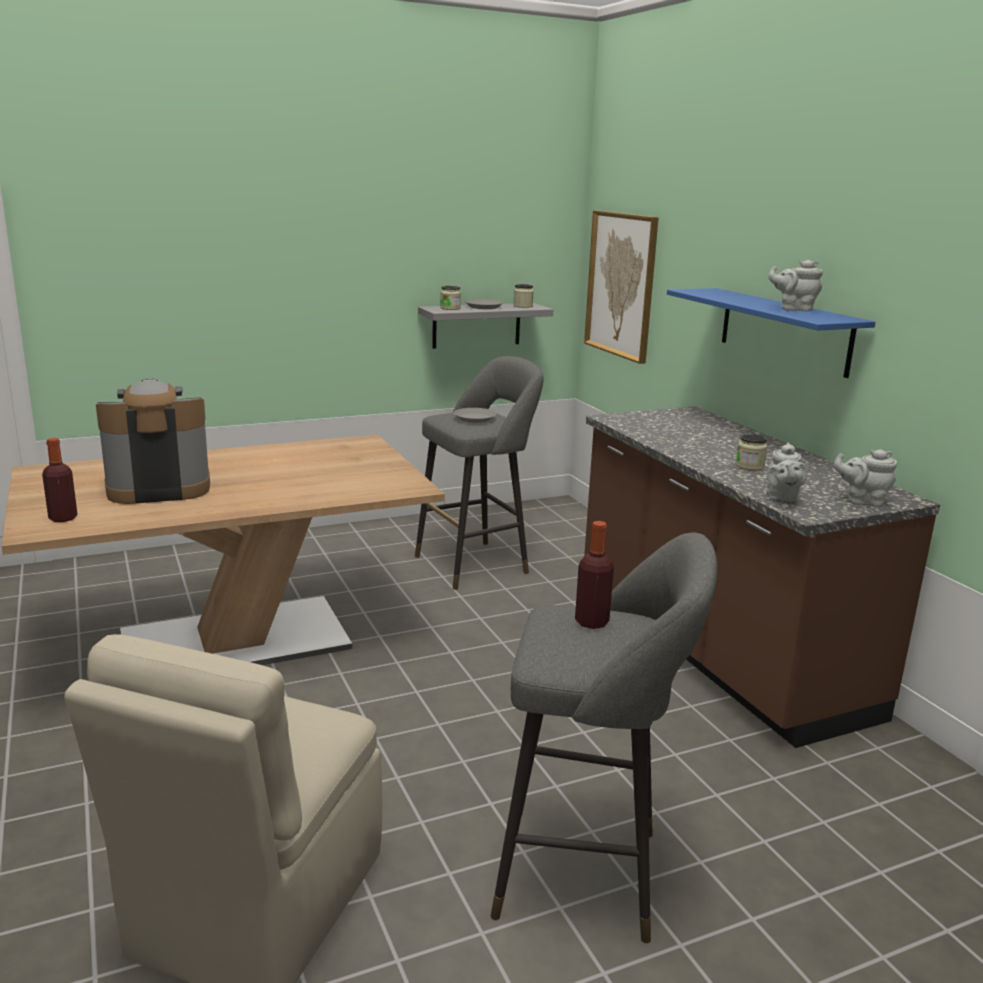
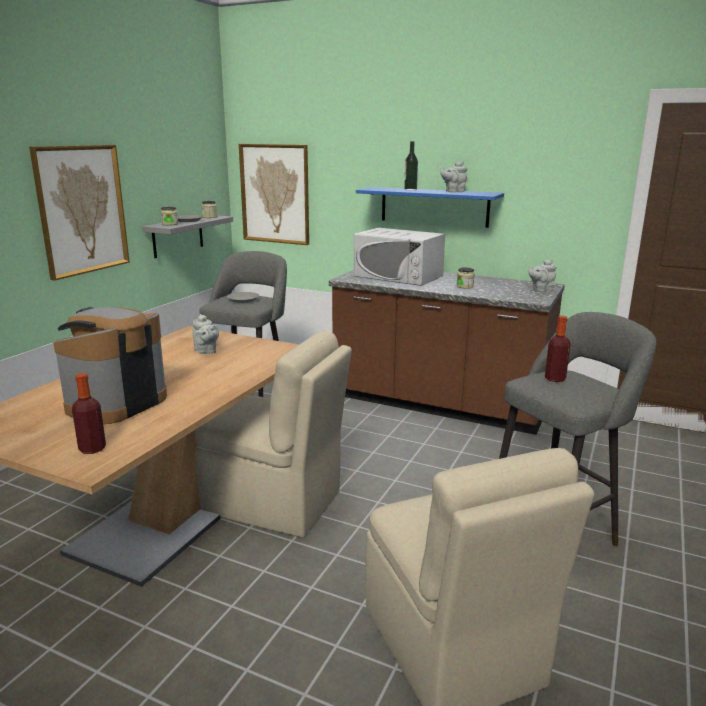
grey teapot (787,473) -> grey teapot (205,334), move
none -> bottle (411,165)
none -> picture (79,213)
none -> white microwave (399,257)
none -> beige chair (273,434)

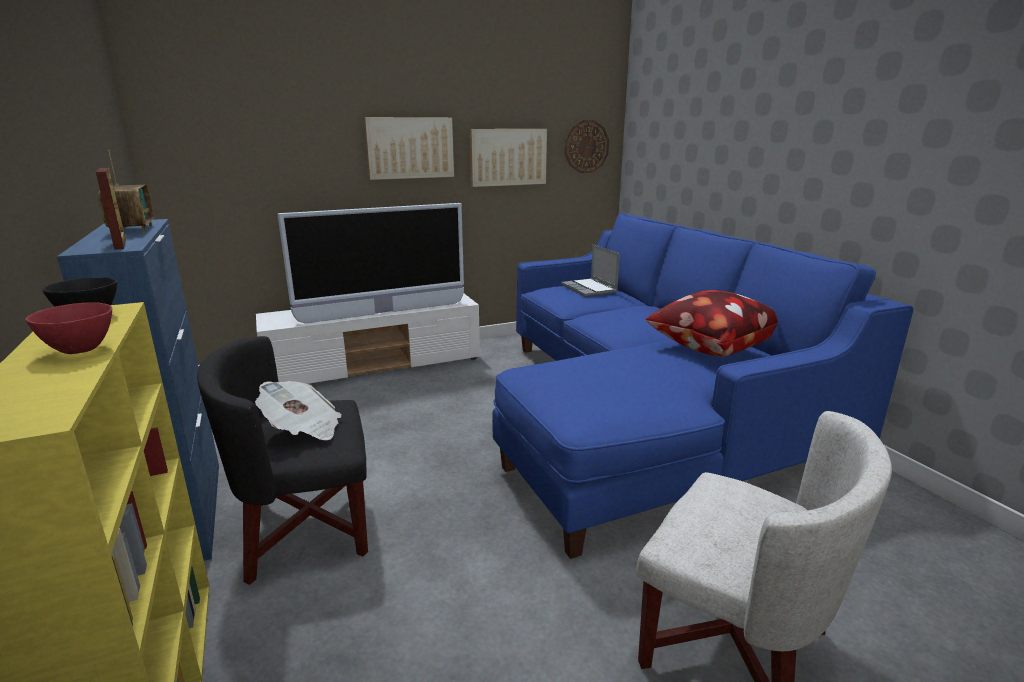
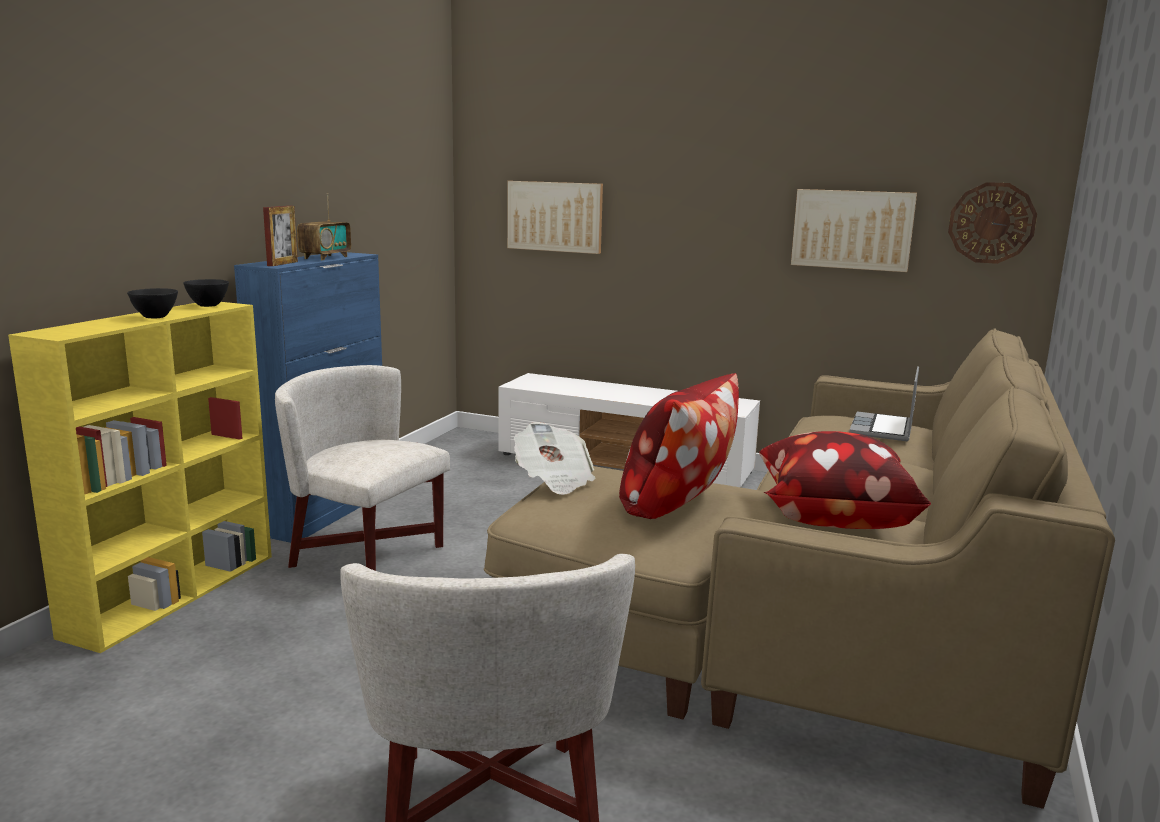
picture (409,148) -> picture (555,217), move
television (370,263) -> none
blue sofa (702,386) -> beige sofa (799,568)
red bowl (68,328) -> black bowl (152,303)
black armchair (282,460) -> white armchair (362,468)
newspaper (298,410) -> newspaper (555,458), move
none -> pillow (679,446)

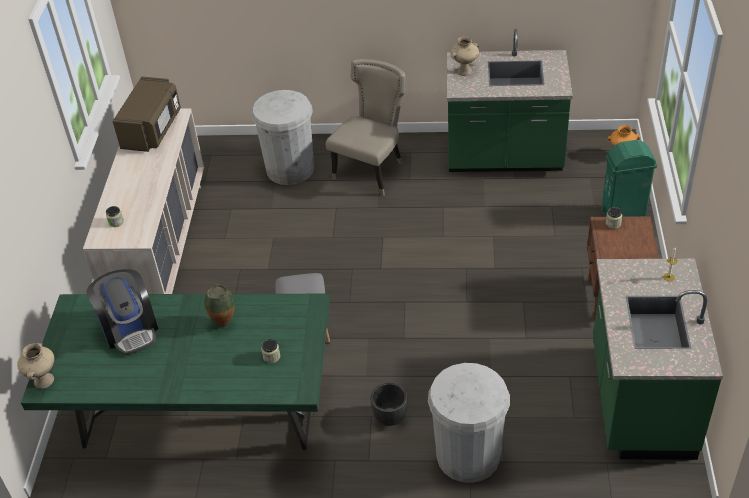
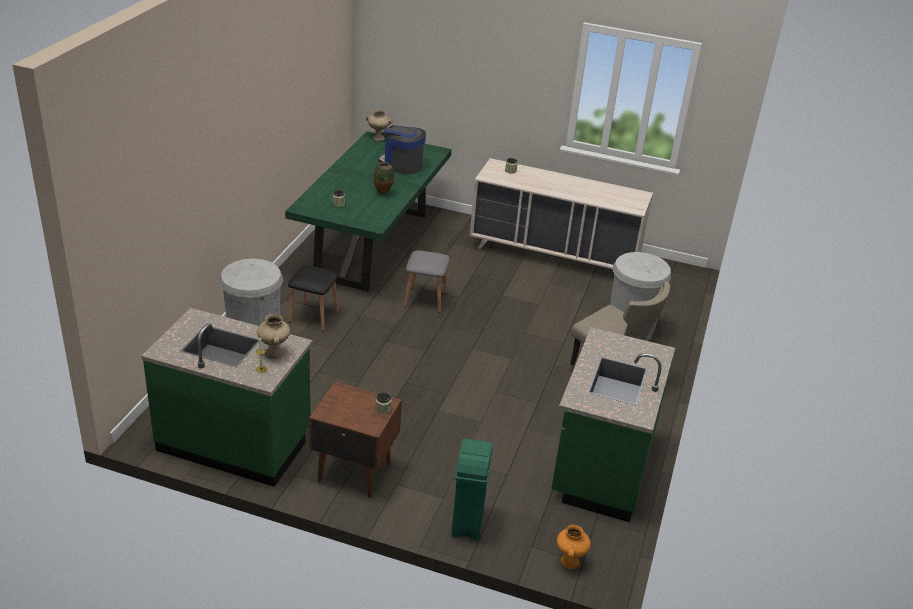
beige vase (465,56) -> beige vase (273,336), move
brown microwave (147,114) -> none
coffee machine (122,312) -> coffee machine (402,150), 45 degrees clockwise
black planter (389,404) -> black stool (313,298)

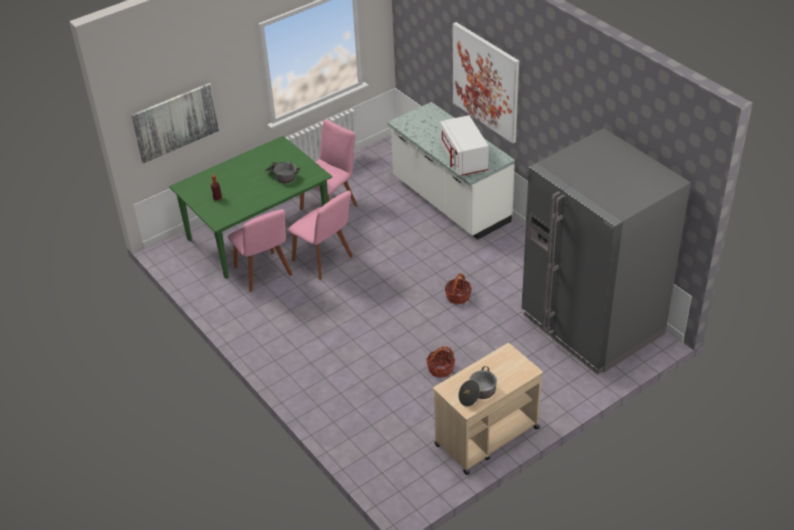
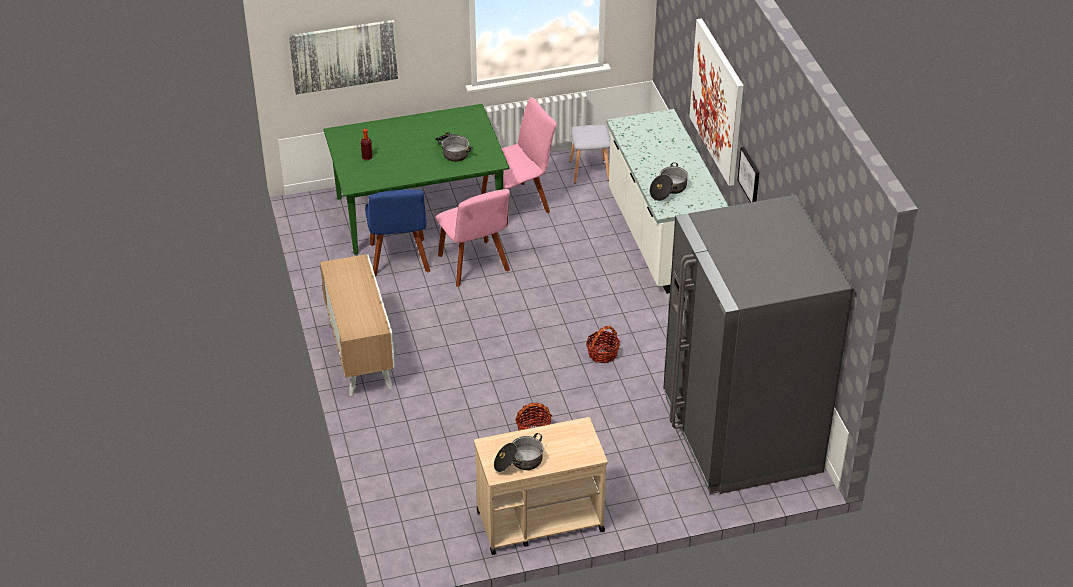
white microwave (464,145) -> cooking pot (669,182)
pink chair (260,250) -> blue chair (397,233)
none -> grey stool (589,154)
none -> picture (748,175)
none -> cabinet (357,325)

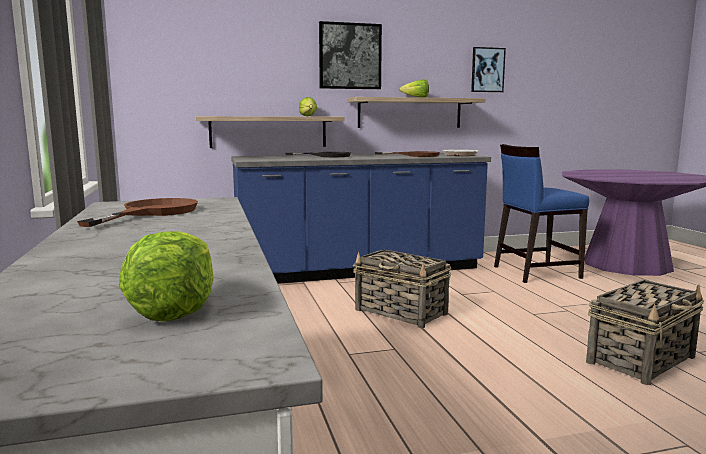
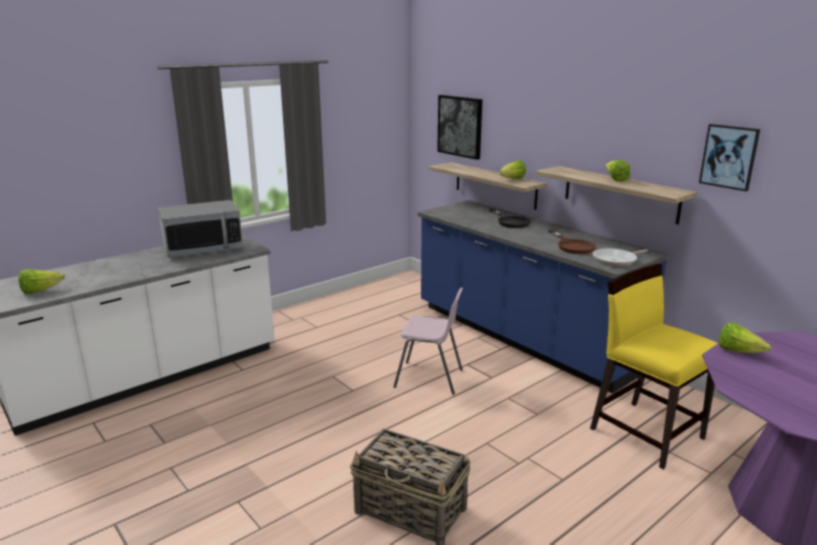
picture (350,55) -> picture (459,127), move
blue chair (541,213) -> yellow chair (654,366)
brown frying pan (137,212) -> microwave (200,229)
basket (402,288) -> pink chair (428,341)
none -> lettuce (745,338)

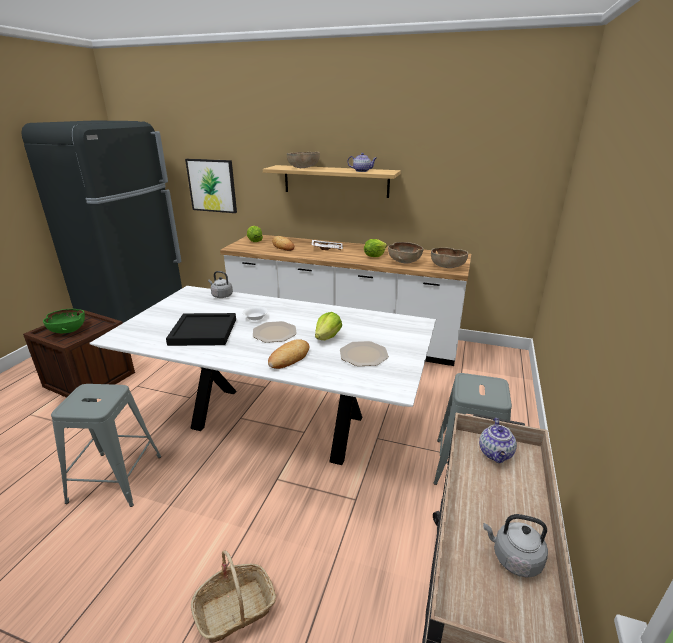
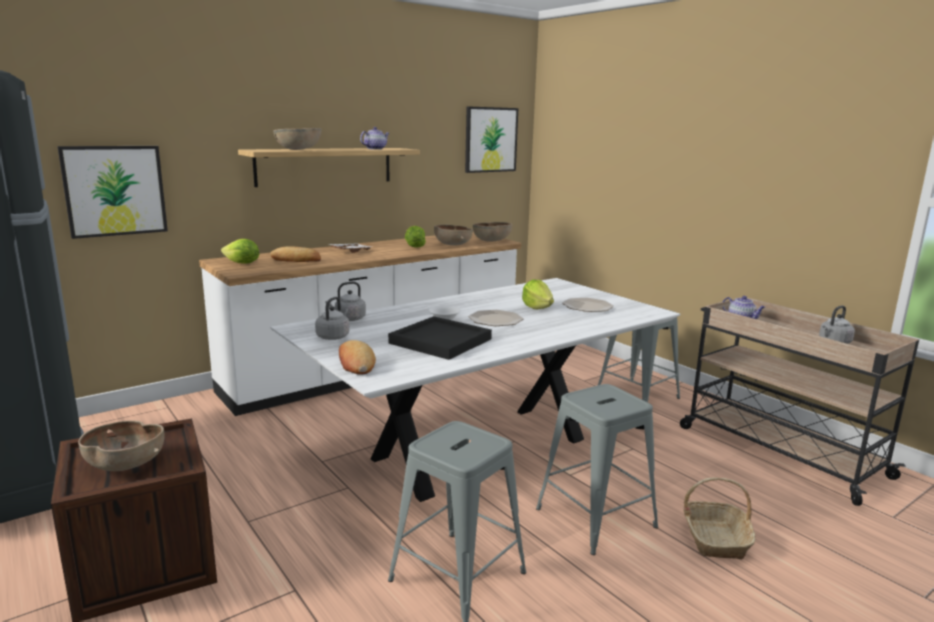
green bowl (64,321) -> brown bowl (121,445)
bread (289,354) -> bread (357,357), move
none -> picture (491,139)
none -> grey kettle (332,318)
none -> grey stool (597,469)

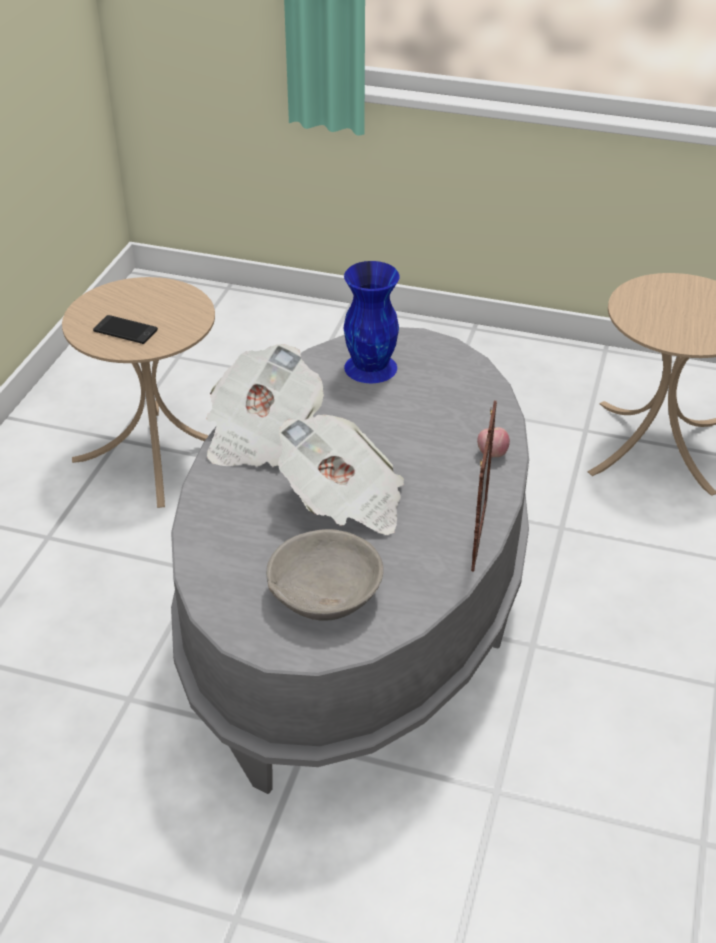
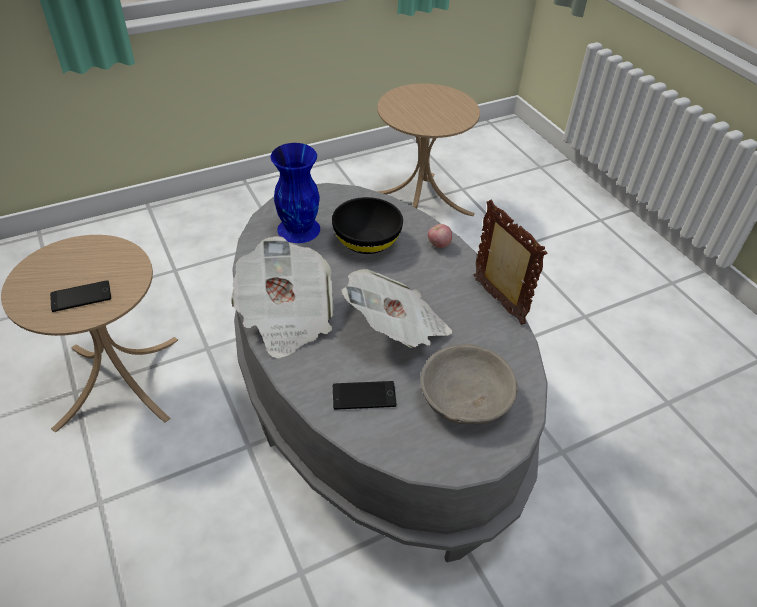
none -> black bowl (367,225)
none -> phone (364,395)

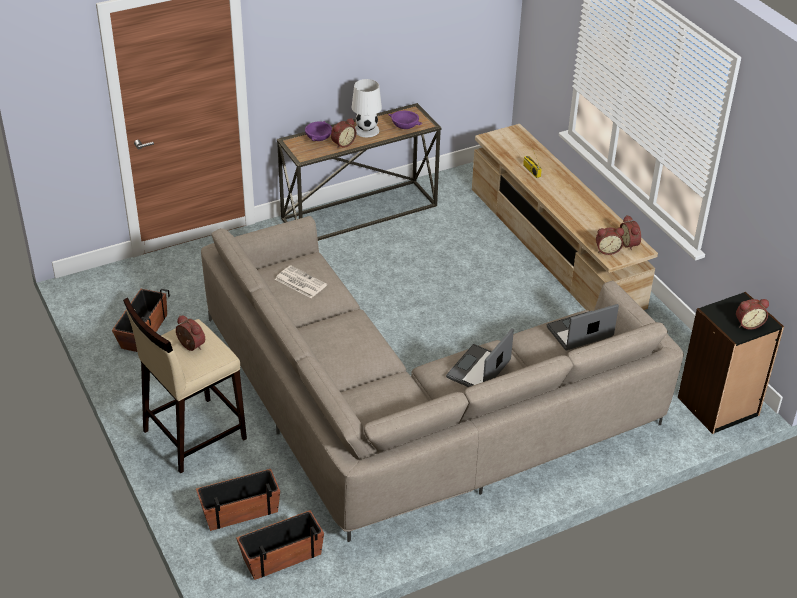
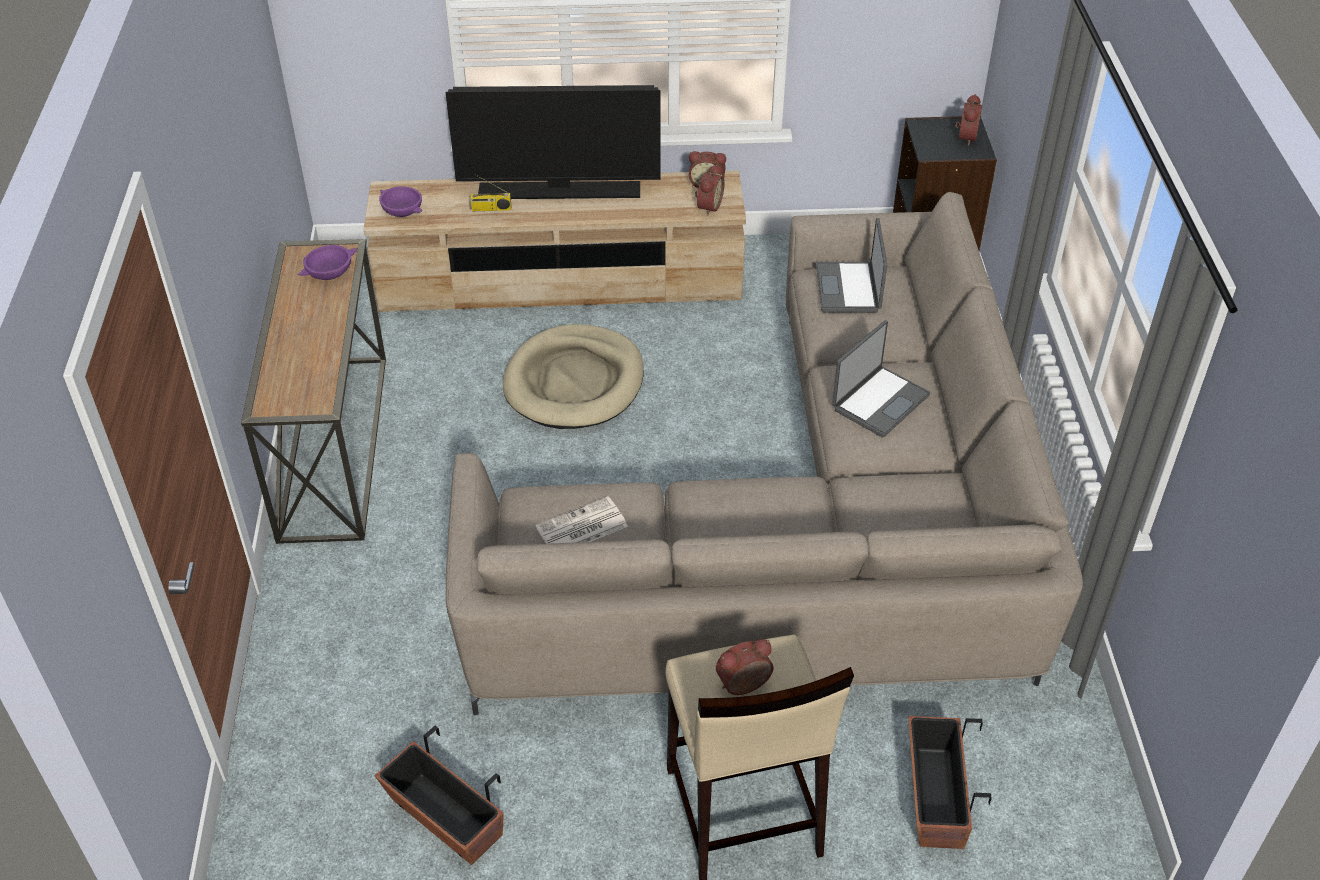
white table lamp (367,108) -> none
alarm clock (343,133) -> none
purple bowl (318,131) -> purple bowl (400,201), move
laptop (480,357) -> laptop (881,379), 105 degrees counterclockwise
planter (280,545) -> none
none -> television (552,142)
none -> beige dog bed (573,376)

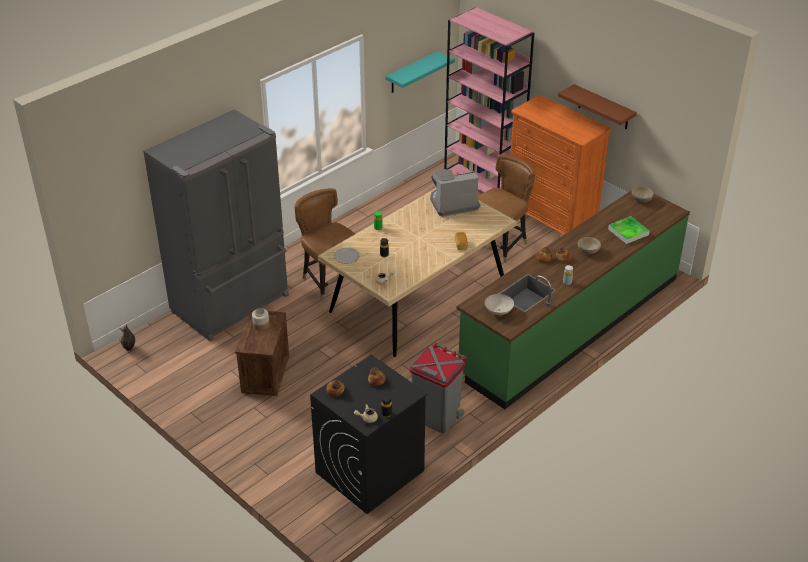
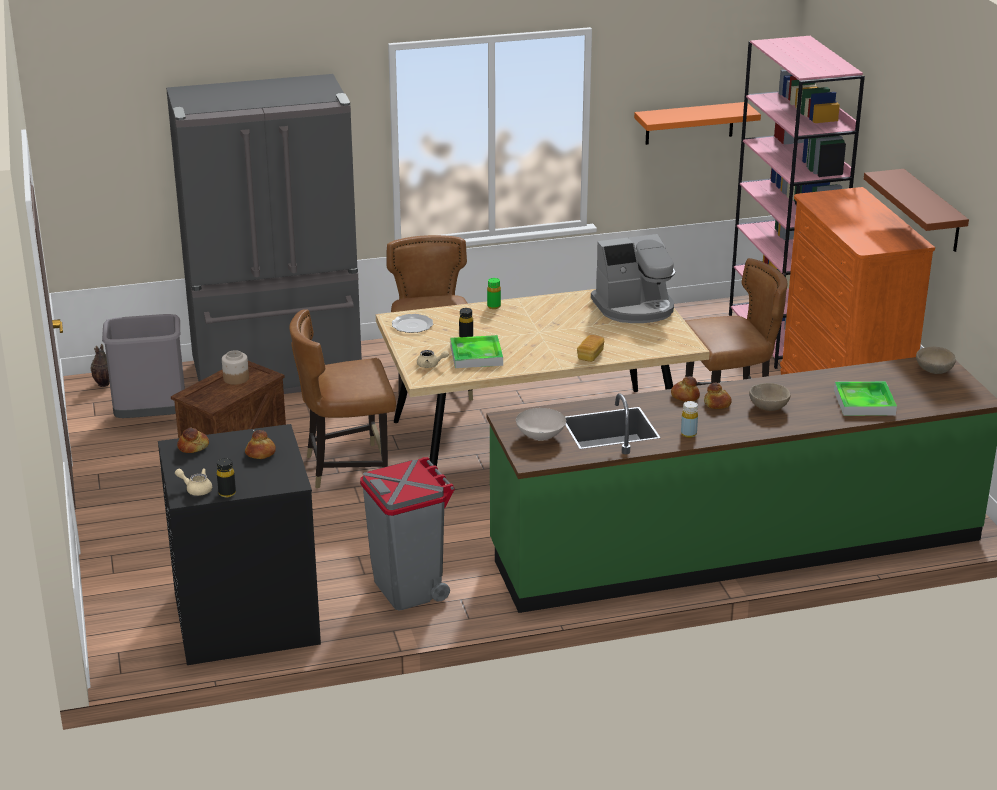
turquoise shelf (420,72) -> orange shelf (697,123)
coffee machine (455,193) -> coffee machine (633,278), 150 degrees clockwise
none -> brown chair (342,398)
none -> grey trash can (143,366)
none -> tray (476,351)

